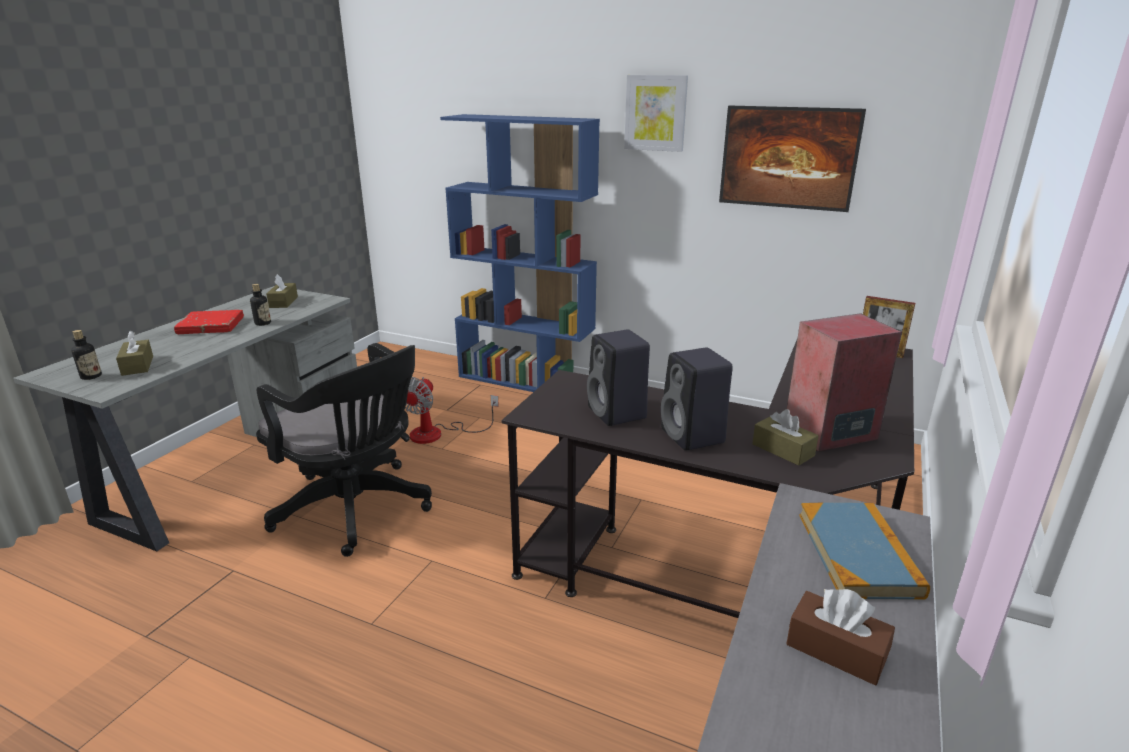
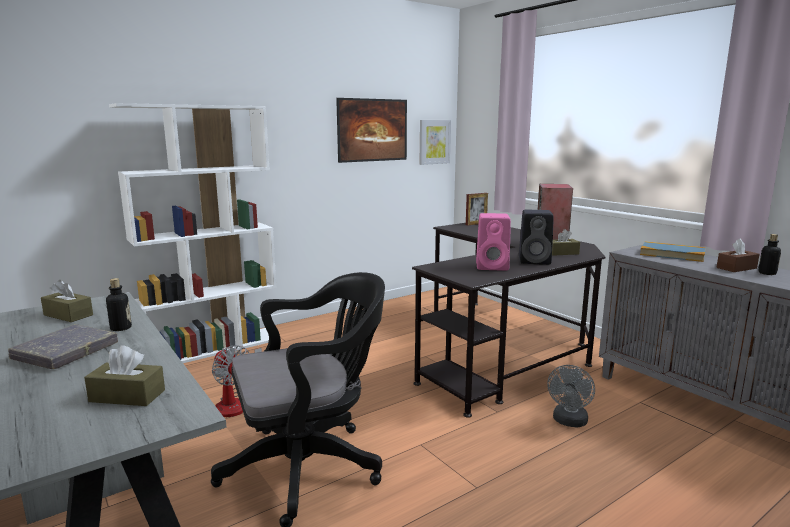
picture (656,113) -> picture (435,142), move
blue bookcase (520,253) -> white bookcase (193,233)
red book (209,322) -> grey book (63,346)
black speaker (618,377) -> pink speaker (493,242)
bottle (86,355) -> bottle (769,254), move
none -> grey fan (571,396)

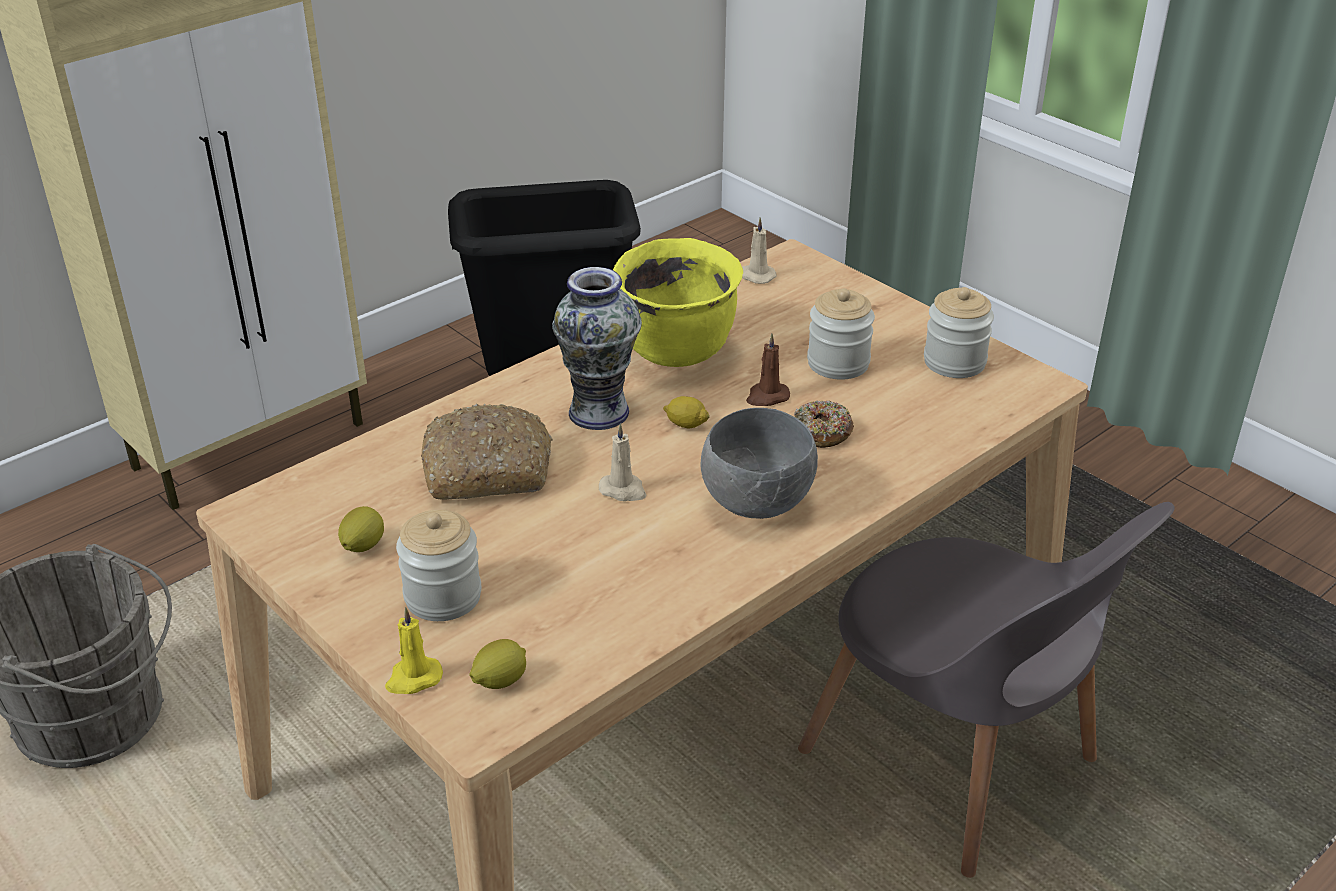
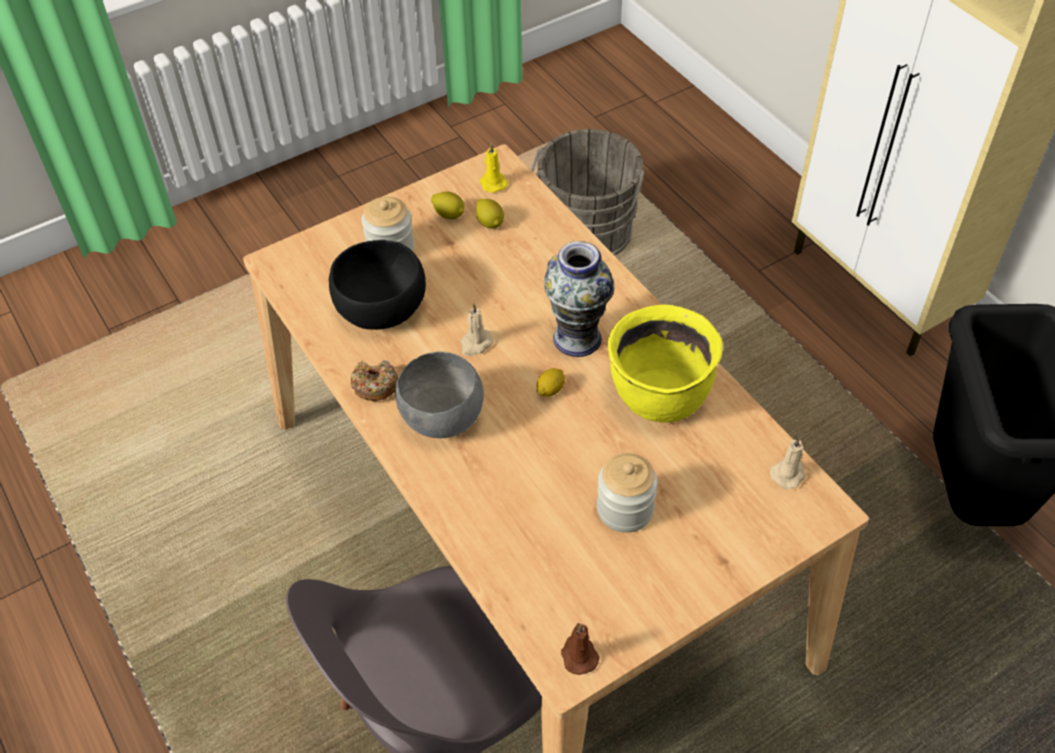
jar (959,332) -> none
brown candle (768,369) -> brown candle (580,649), move
donut (824,424) -> donut (374,380), move
bread (487,452) -> none
yellow candle (414,650) -> yellow candle (494,168), move
lemon (497,664) -> lemon (490,213), move
none -> black bowl (377,284)

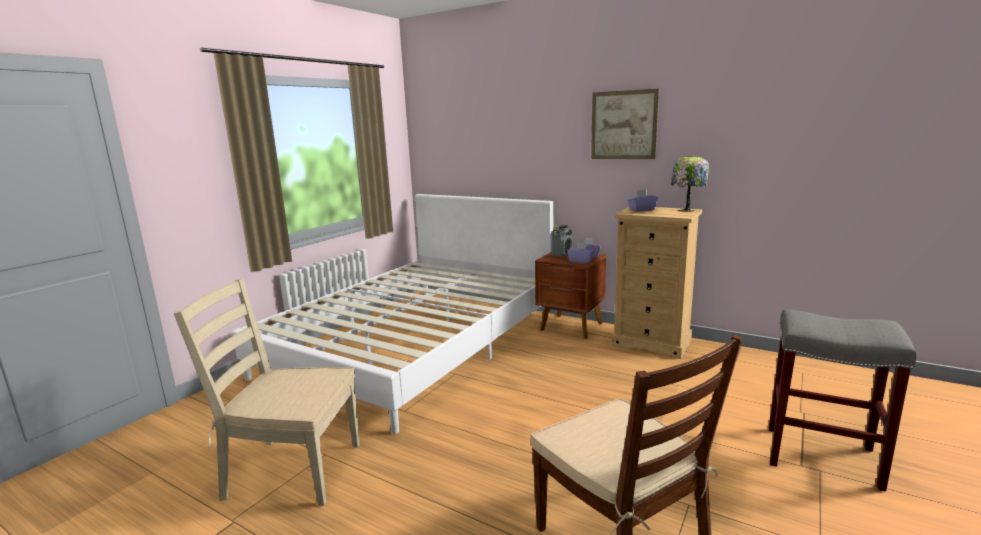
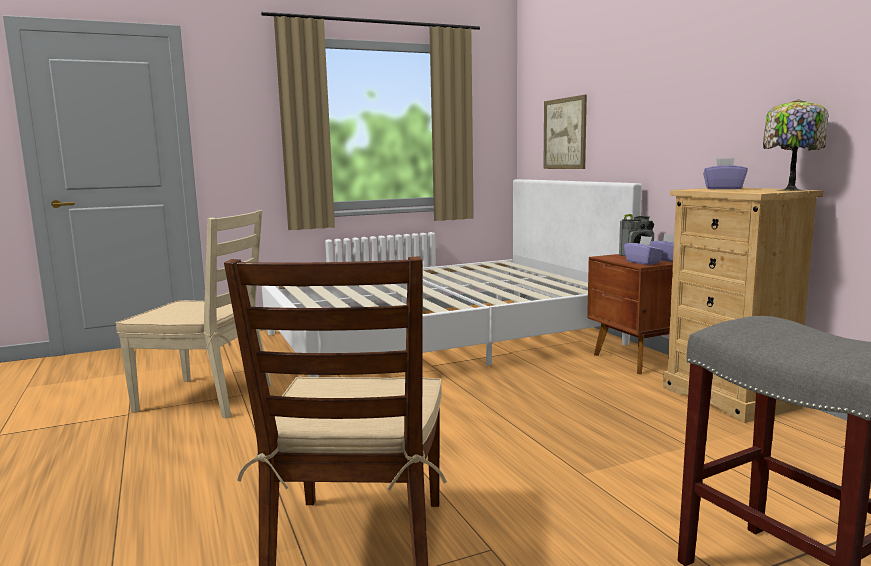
picture (625,124) -> picture (565,132), move
beige chair (266,392) -> beige chair (193,314), 150 degrees clockwise

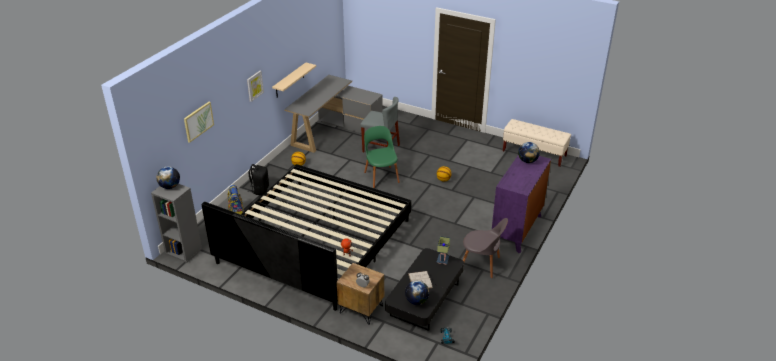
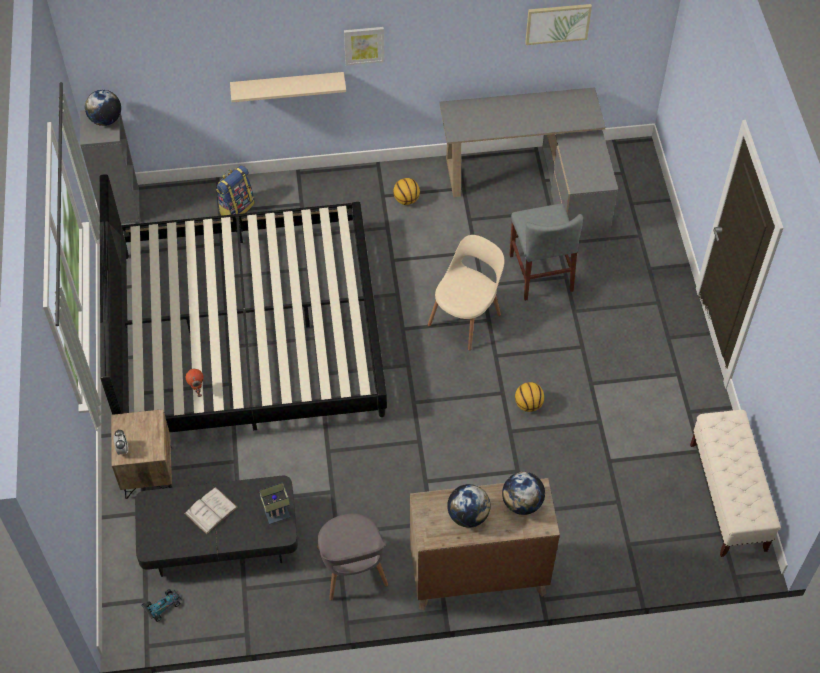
beige shelf (294,80) -> beige shelf (288,87), move
picture (199,122) -> picture (558,24), move
green chair (382,157) -> beige chair (466,292)
purple dresser (521,204) -> brown dresser (485,544)
black backpack (258,179) -> none
globe (417,292) -> globe (469,506), move

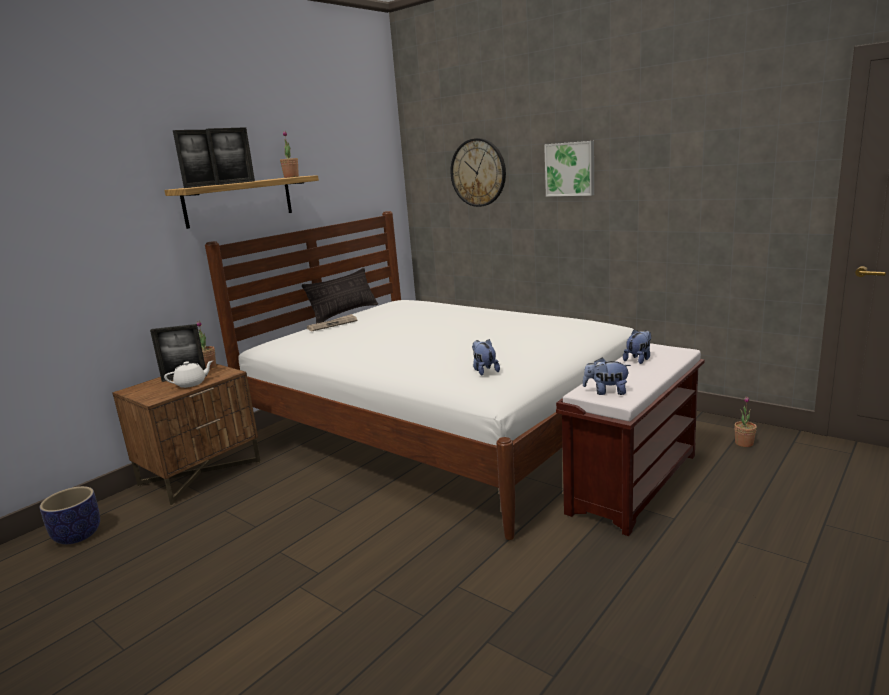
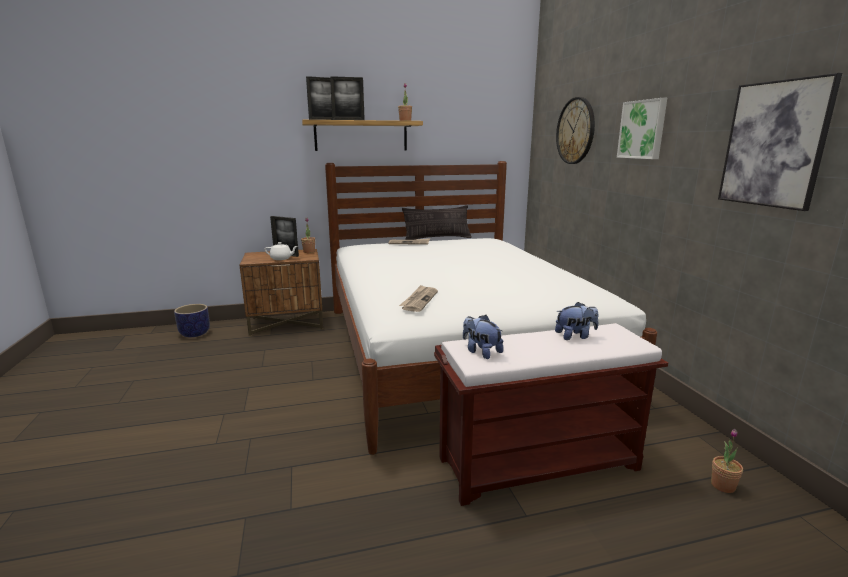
plush toy (486,357) -> newspaper (418,298)
none -> picture (780,142)

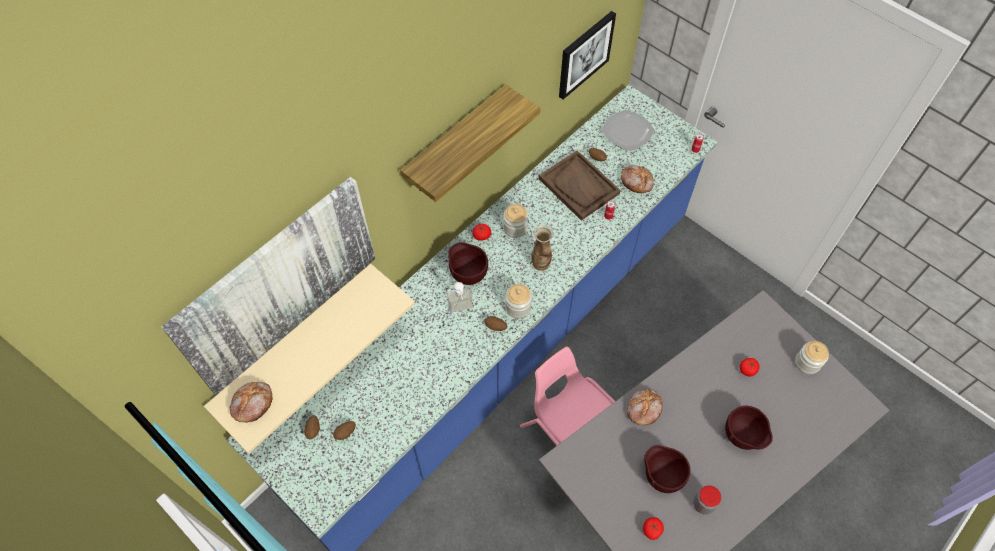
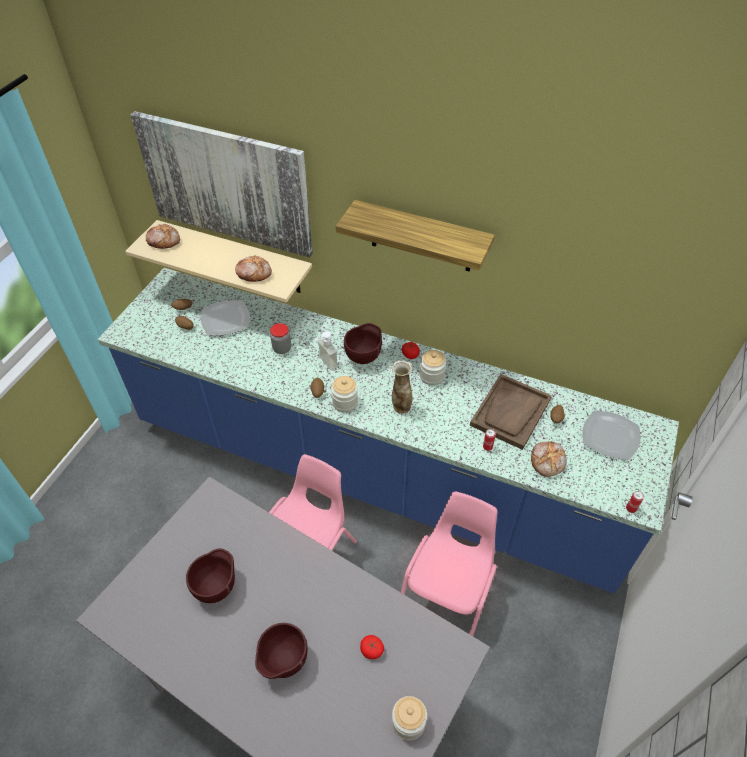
picture (587,55) -> none
bread (645,407) -> bread (253,268), move
jar (707,500) -> jar (280,338), move
tomato (653,528) -> none
none -> plate (225,318)
none -> pink chair (449,563)

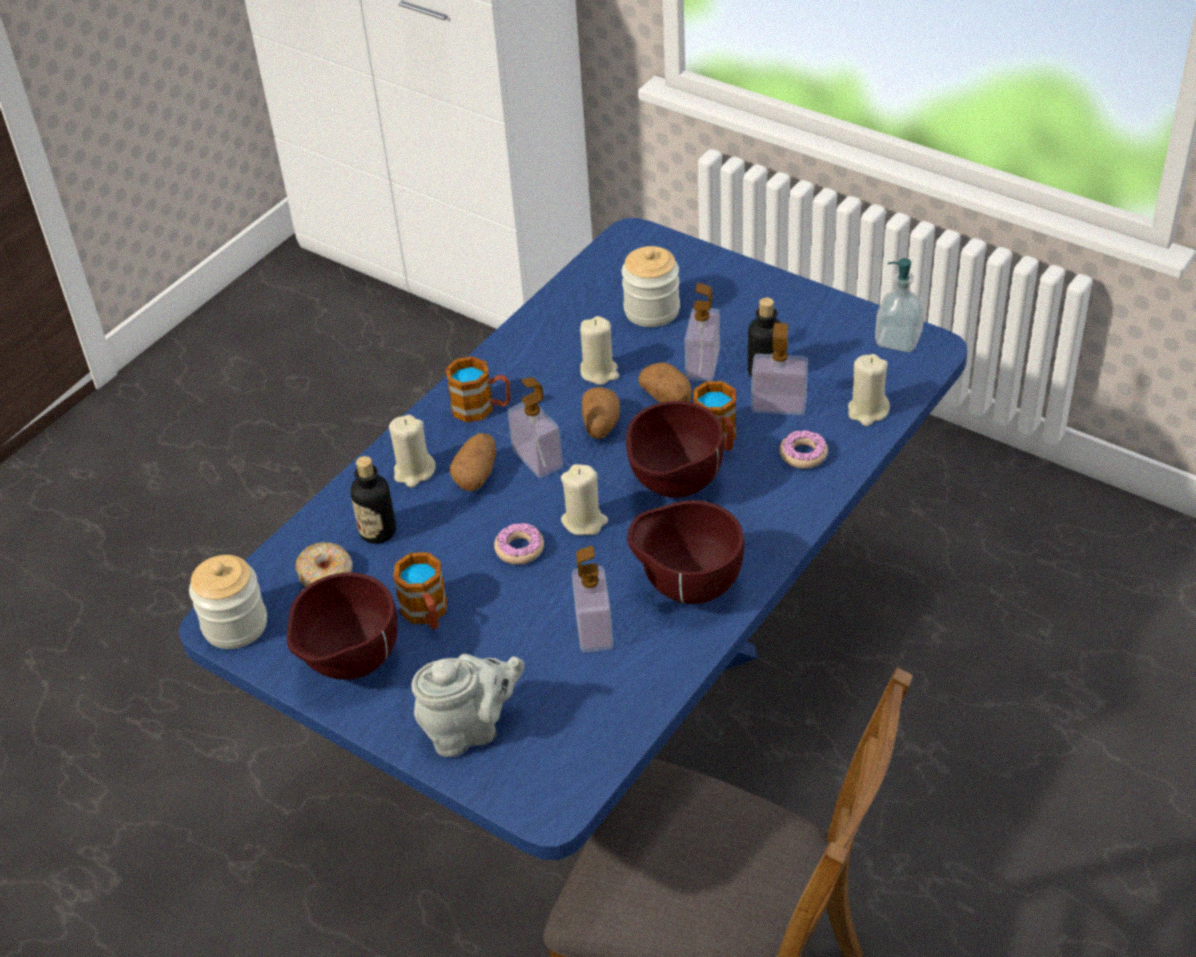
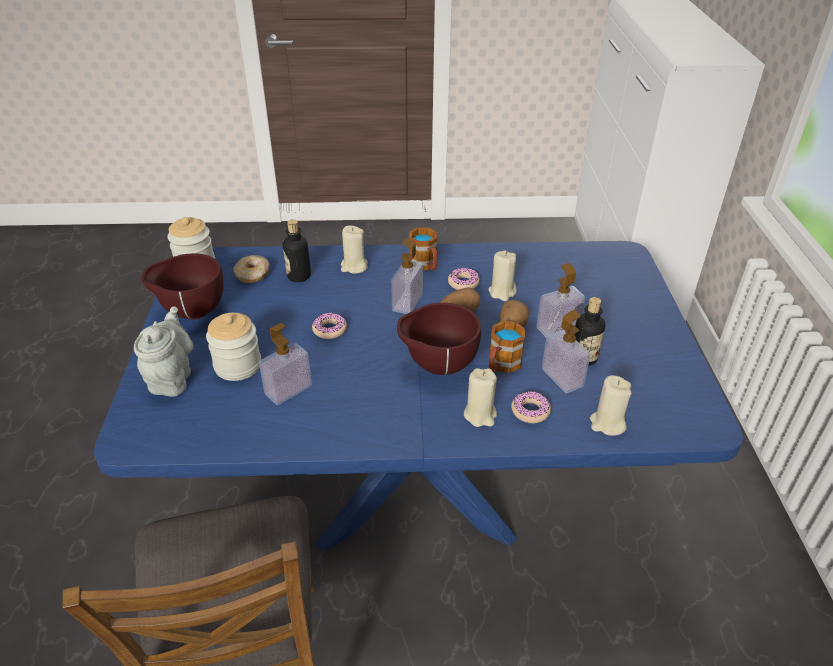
jar (651,286) -> jar (233,347), move
soap dispenser (900,305) -> none
potato (472,462) -> none
beige candle (584,499) -> beige candle (480,397), move
brown bowl (685,552) -> none
mug (420,590) -> none
grey teapot (467,705) -> grey teapot (164,351), 120 degrees counterclockwise
none -> donut (464,279)

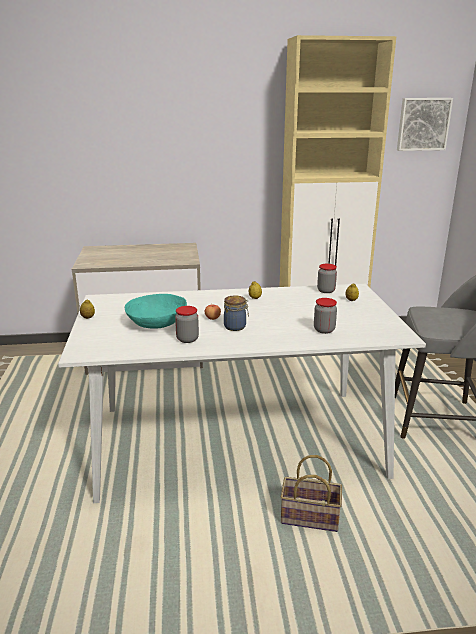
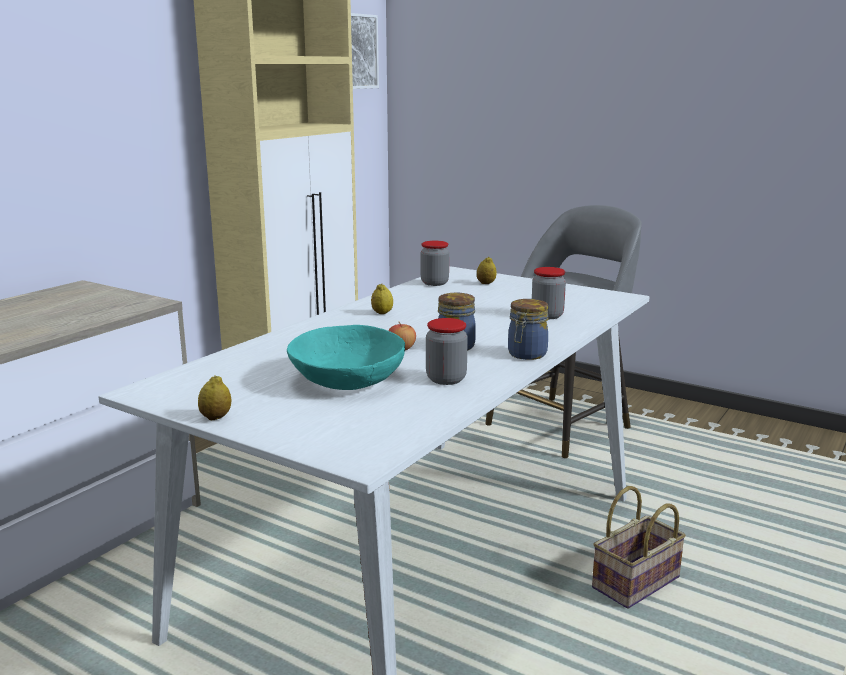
none -> jar (528,329)

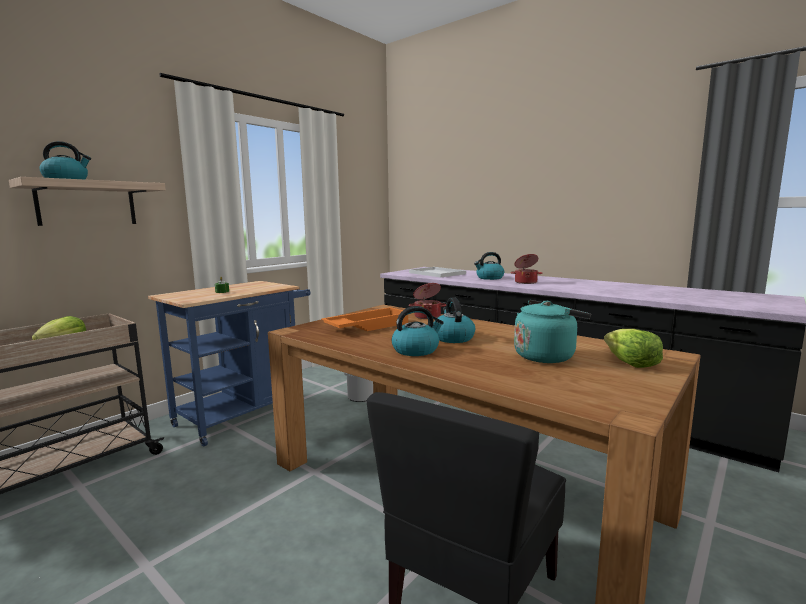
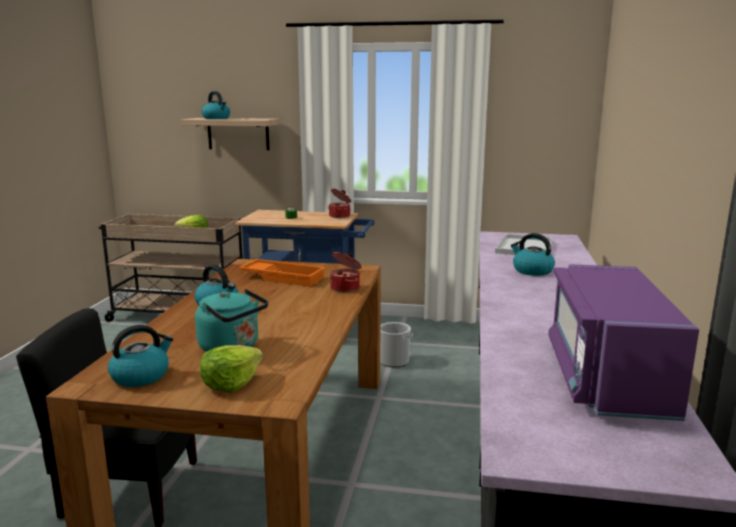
cooking pot (526,269) -> cooking pot (339,203), move
kettle (454,320) -> kettle (140,356), move
none -> purple microwave (623,342)

